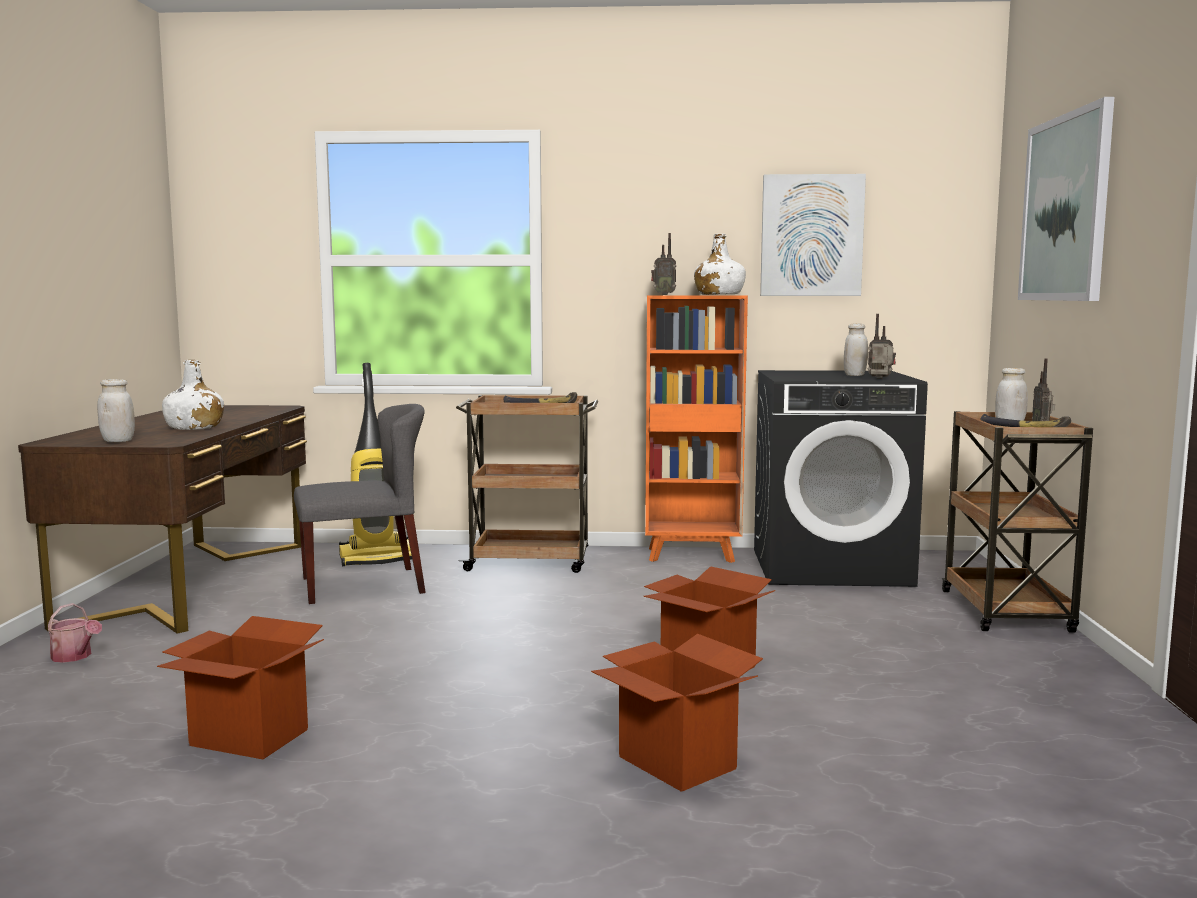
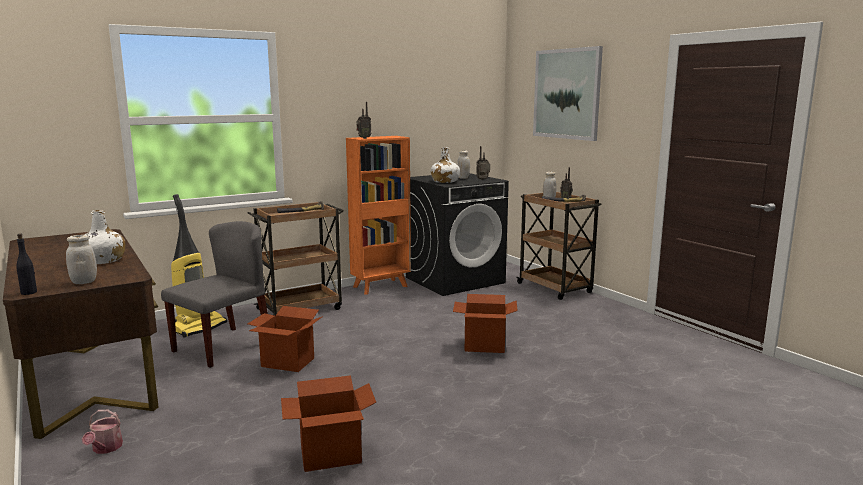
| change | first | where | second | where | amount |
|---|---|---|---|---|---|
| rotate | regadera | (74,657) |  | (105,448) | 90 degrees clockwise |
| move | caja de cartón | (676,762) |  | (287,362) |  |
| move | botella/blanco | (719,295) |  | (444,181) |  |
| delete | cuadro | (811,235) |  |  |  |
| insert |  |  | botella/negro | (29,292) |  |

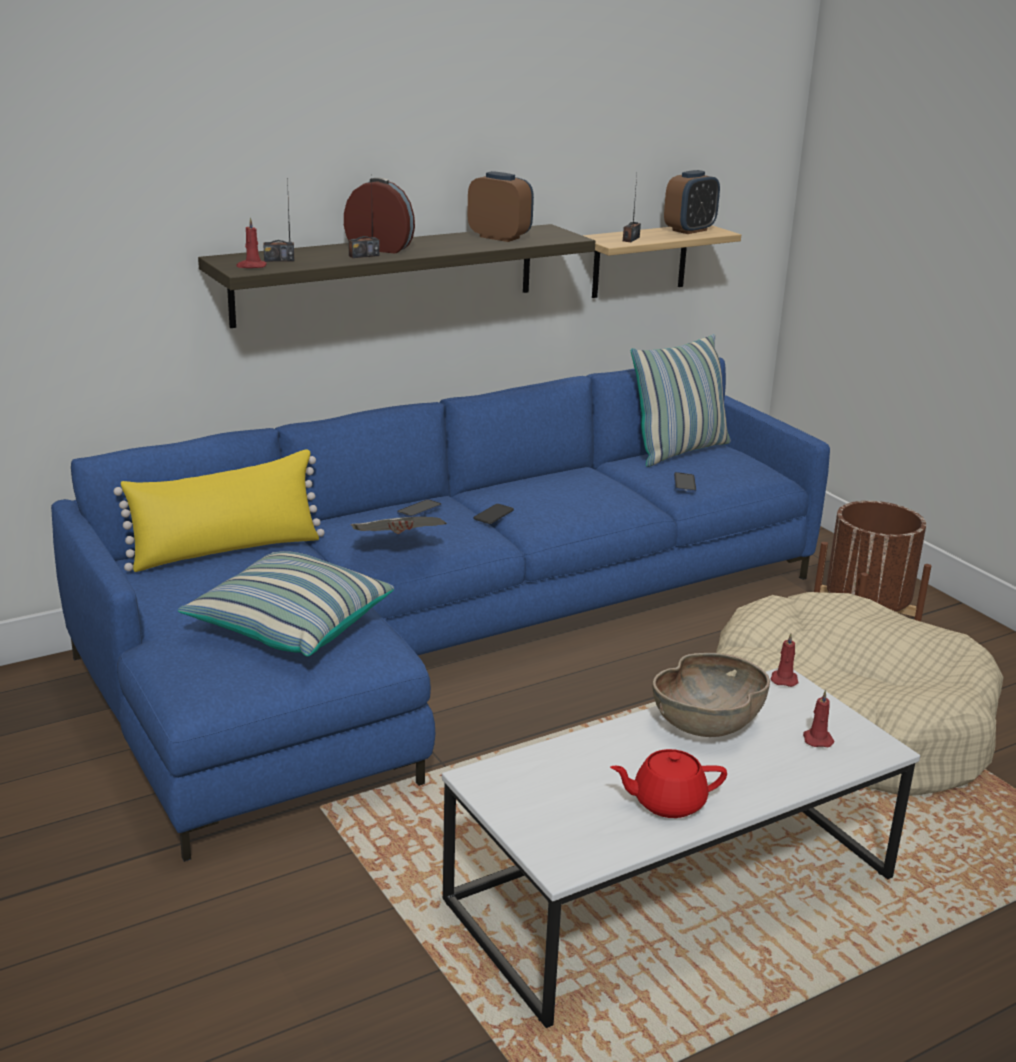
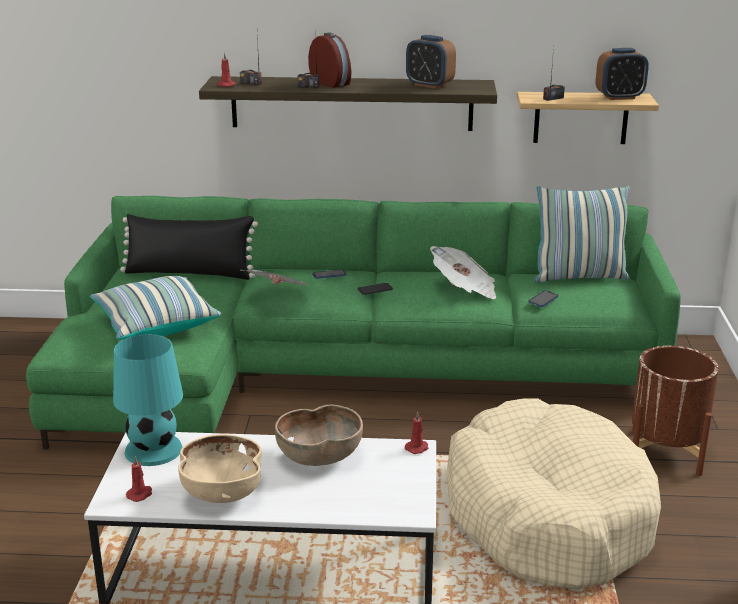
| change | first | where | second | where | amount |
|---|---|---|---|---|---|
| recolor | sofá/azul | (444,639) | sofá/verde | (338,373) |  |
| recolor | cojín/amarillo | (226,551) | cojín/negro | (189,273) |  |
| rotate | despertador | (499,237) |  | (429,85) | 150 degrees clockwise |
| replace | tetera/rojo | (667,802) | cuenco/beis | (222,492) |  |
| move | vela/rojo | (817,739) |  | (140,494) |  |
| insert |  |  | lámpara de mesa/turquesa | (153,449) |  |
| insert |  |  | periódico | (464,289) |  |

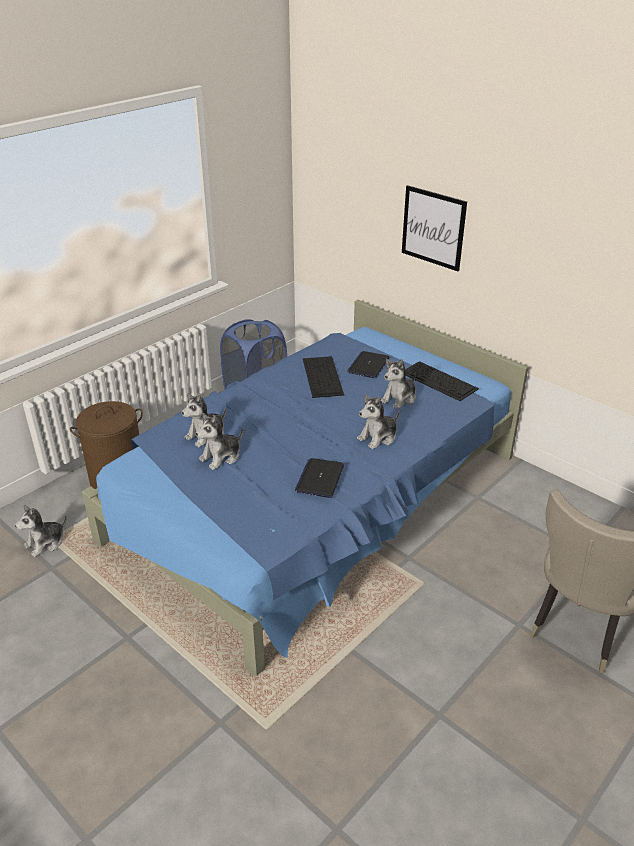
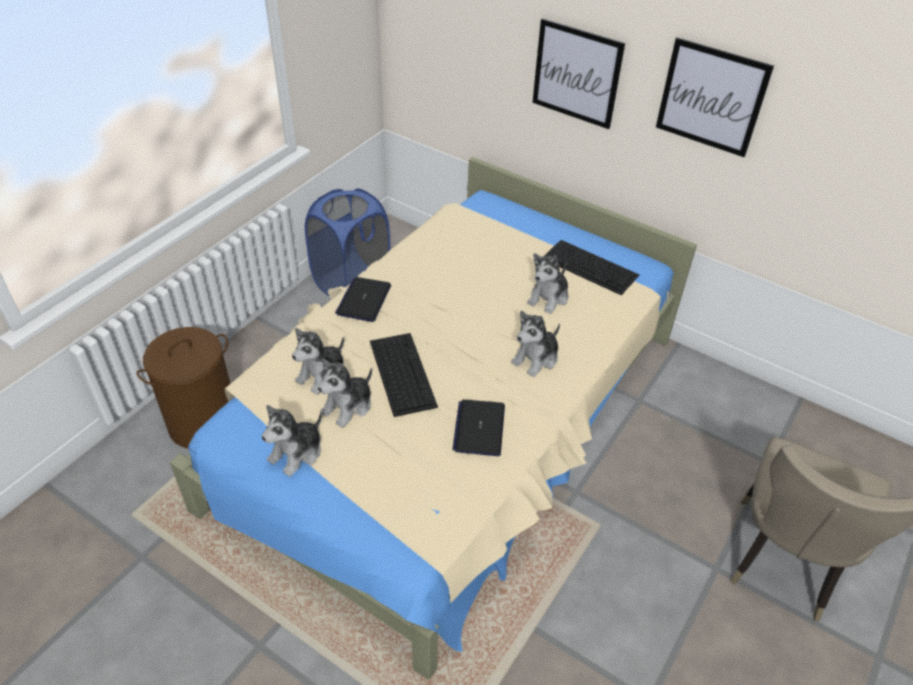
| change | first | where | second | where | amount |
|---|---|---|---|---|---|
| move | peluche | (45,543) |  | (297,453) |  |
| recolor | cama/azul | (314,499) | cama/beis | (450,421) |  |
| move | teclado | (322,376) |  | (401,372) |  |
| move | portátil | (368,365) |  | (364,300) |  |
| insert |  |  | cuadro | (711,97) |  |

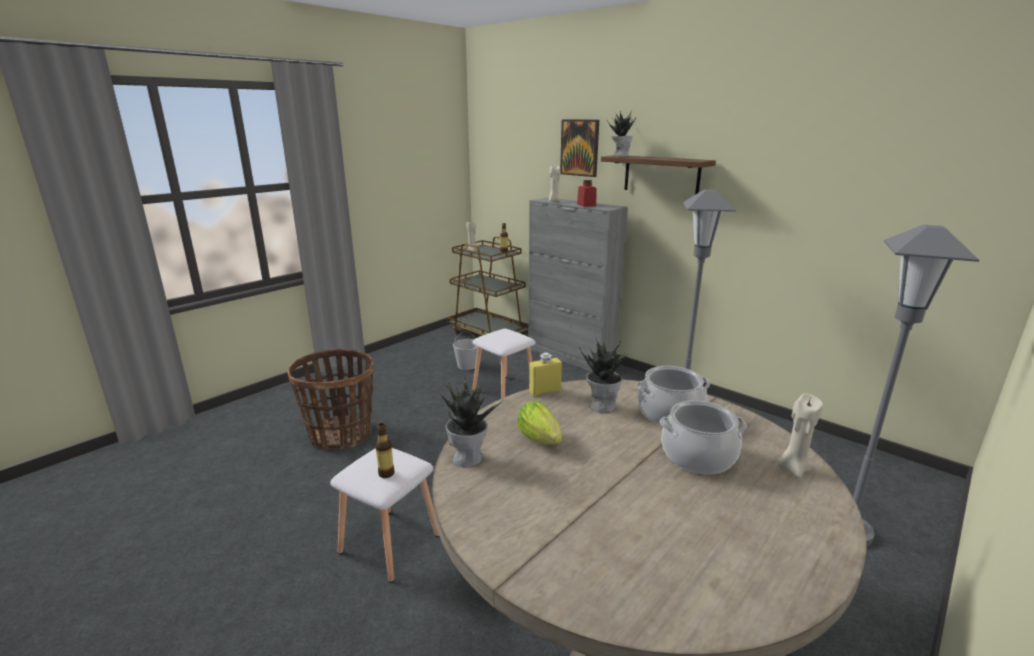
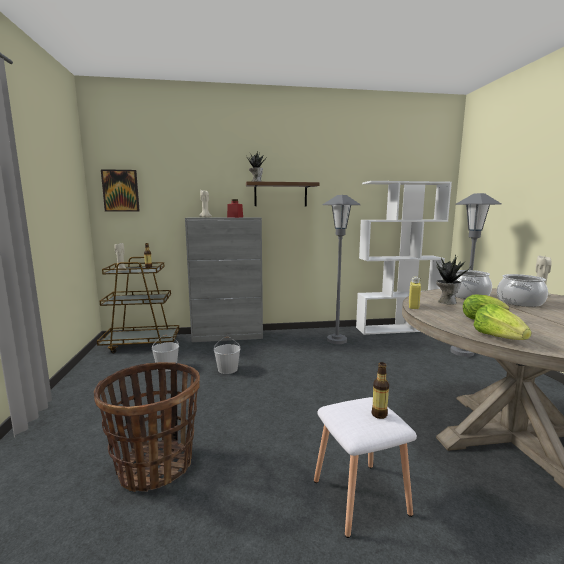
| change | first | where | second | where | amount |
|---|---|---|---|---|---|
| replace | planta en maceta | (468,457) | lechuga | (498,338) |  |
| replace | taburete/blanco | (505,391) | cubo/blanco | (228,369) |  |
| move | cuadro | (579,147) |  | (120,190) |  |
| insert |  |  | estantería/blanco | (396,329) |  |

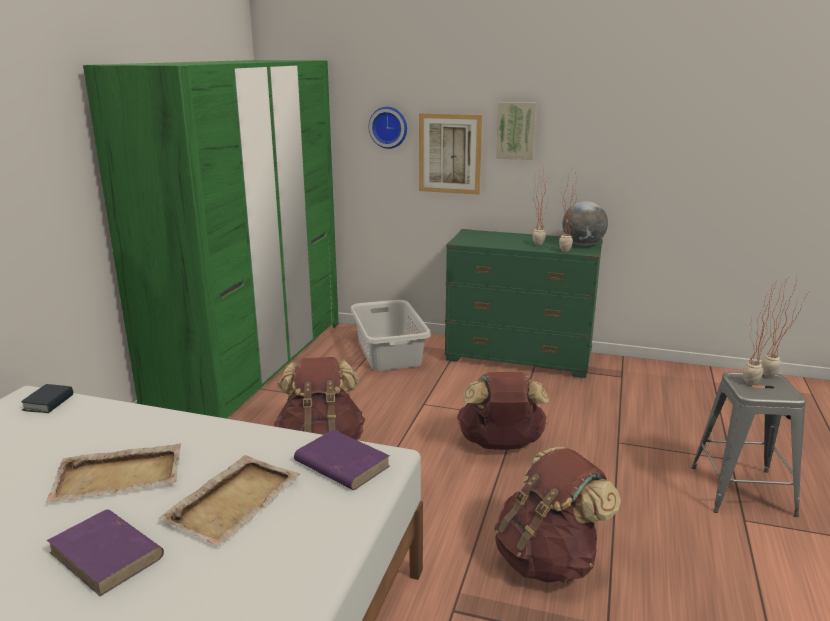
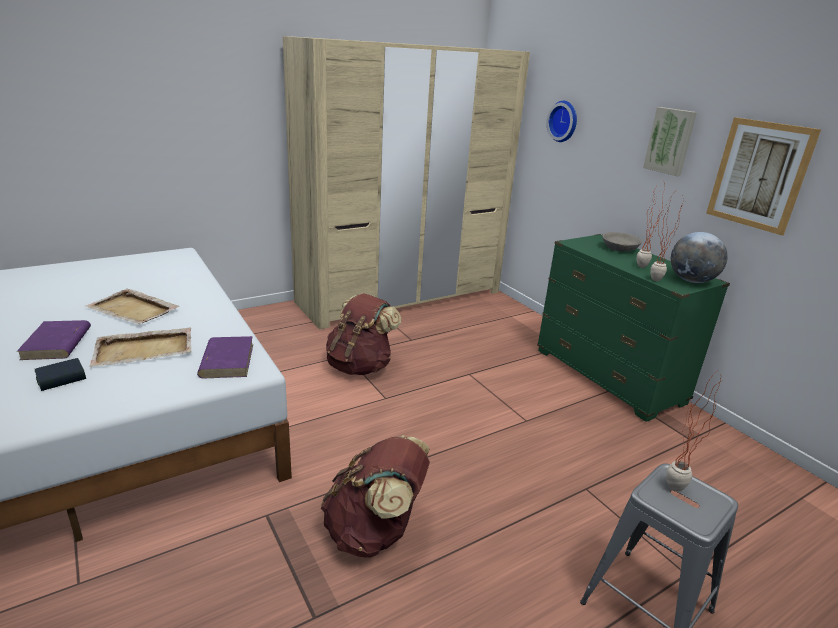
| change | first | where | second | where | amount |
|---|---|---|---|---|---|
| move | libro | (48,403) |  | (61,378) |  |
| recolor | armario ropero/verde | (254,364) | armario ropero/beis | (401,296) |  |
| delete | cesto de la ropa/gris | (389,352) |  |  |  |
| move | cuadro | (450,153) |  | (759,175) |  |
| delete | mochila/marrón | (500,445) |  |  |  |
| delete | planta en maceta | (774,378) |  |  |  |
| insert |  |  | cuenco/gris | (619,248) |  |

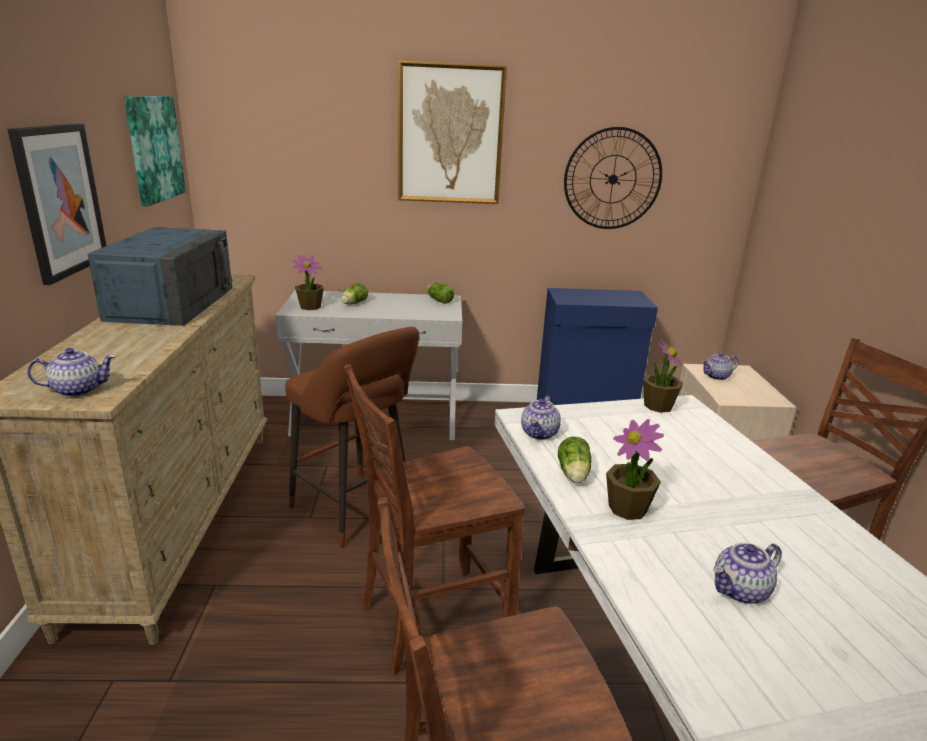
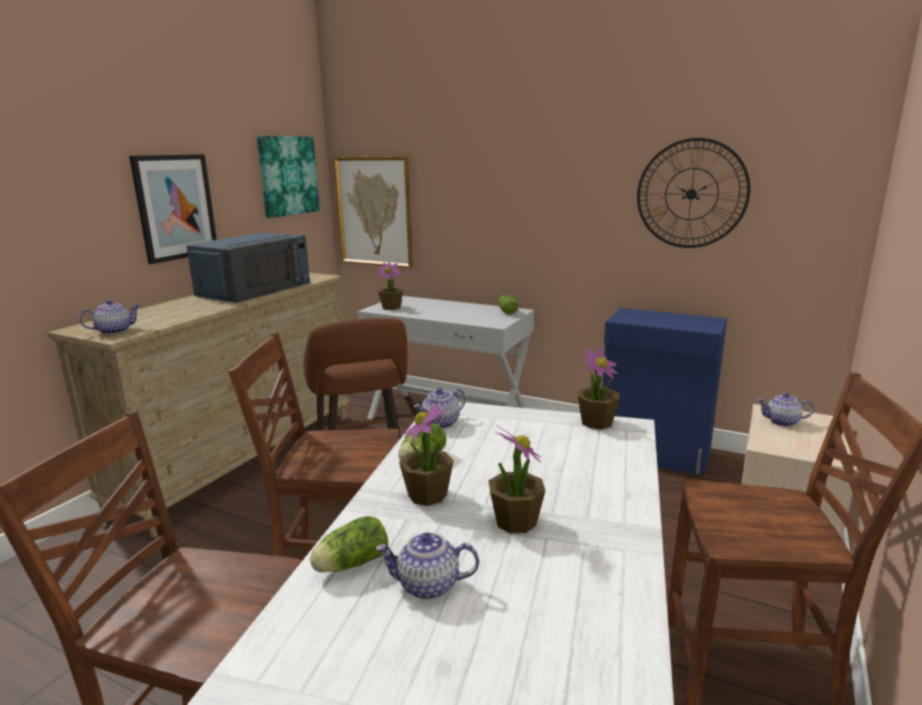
| change | first | where | second | where | amount |
|---|---|---|---|---|---|
| rotate | tetera | (78,390) |  | (114,331) | 45 degrees counterclockwise |
| move | lechuga | (353,303) |  | (349,564) |  |
| move | cuadro | (450,135) |  | (374,211) |  |
| insert |  |  | planta en maceta | (515,521) |  |

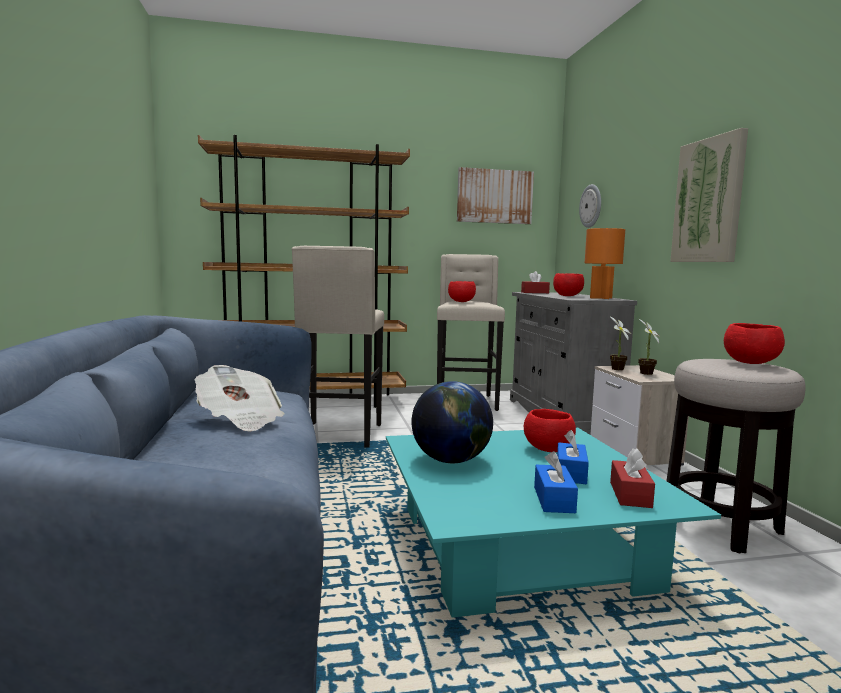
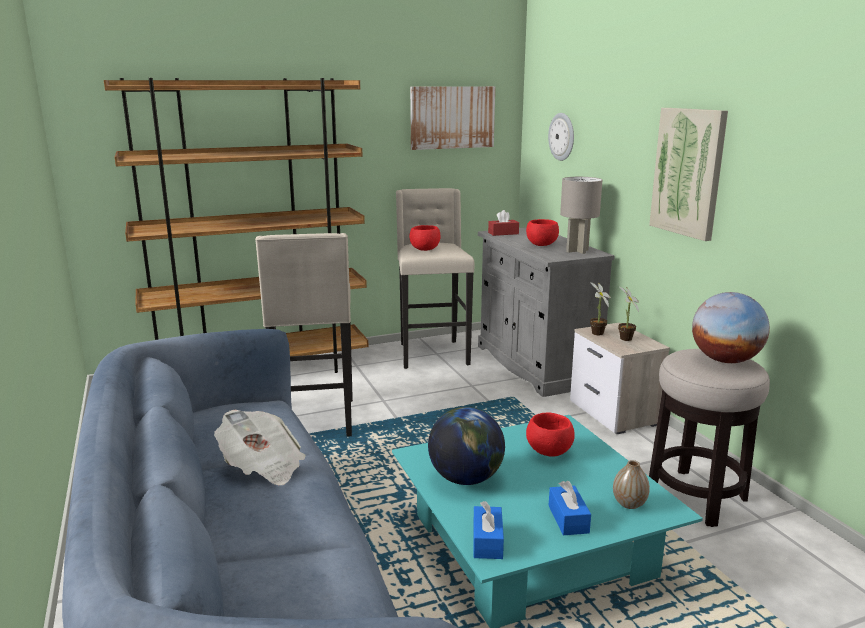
| change | first | where | second | where | amount |
|---|---|---|---|---|---|
| move | caja de pañuelos/azul | (571,473) |  | (487,541) |  |
| recolor | lámpara de mesa/naranja | (600,298) | lámpara de mesa/gris | (577,251) |  |
| replace | caja de pañuelos/rojo | (630,494) | florero | (629,504) |  |
| replace | cuenco/rojo | (750,363) | globo terráqueo | (725,360) |  |

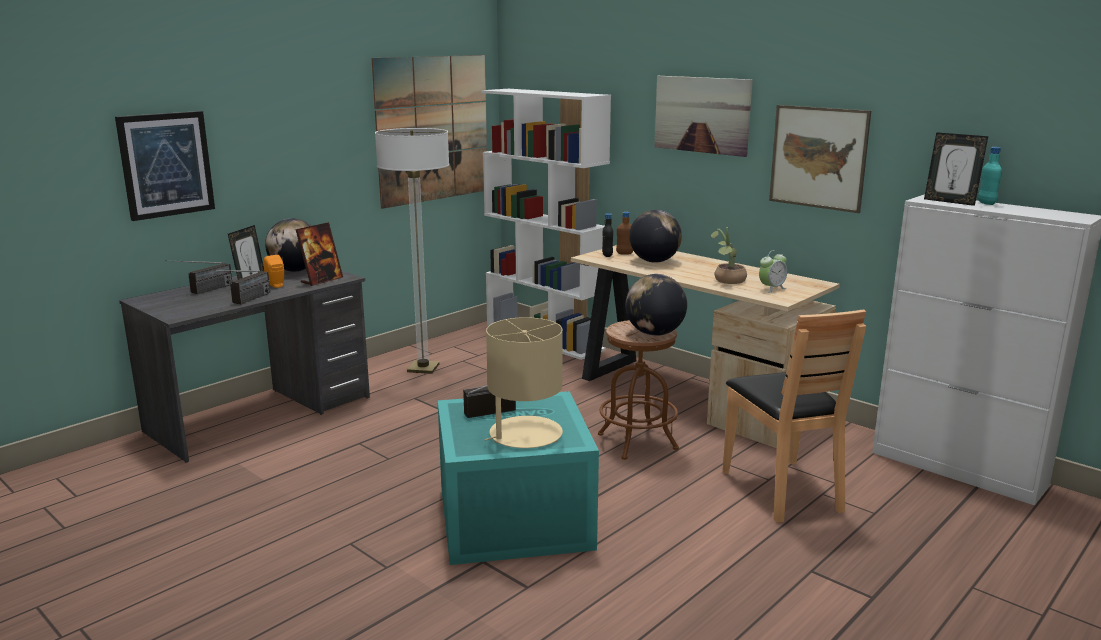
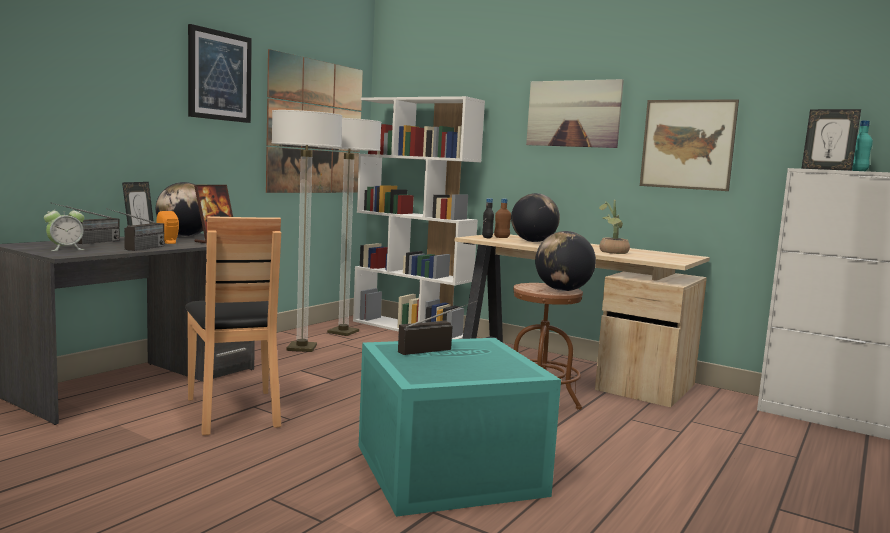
| change | first | where | second | where | amount |
|---|---|---|---|---|---|
| move | cuadro | (166,164) |  | (219,76) |  |
| delete | lámpara de mesa/beis | (524,434) |  |  |  |
| move | silla/marrón | (782,490) |  | (234,411) |  |
| move | despertador | (771,288) |  | (65,249) |  |
| insert |  |  | lámpara de pie | (343,332) |  |

